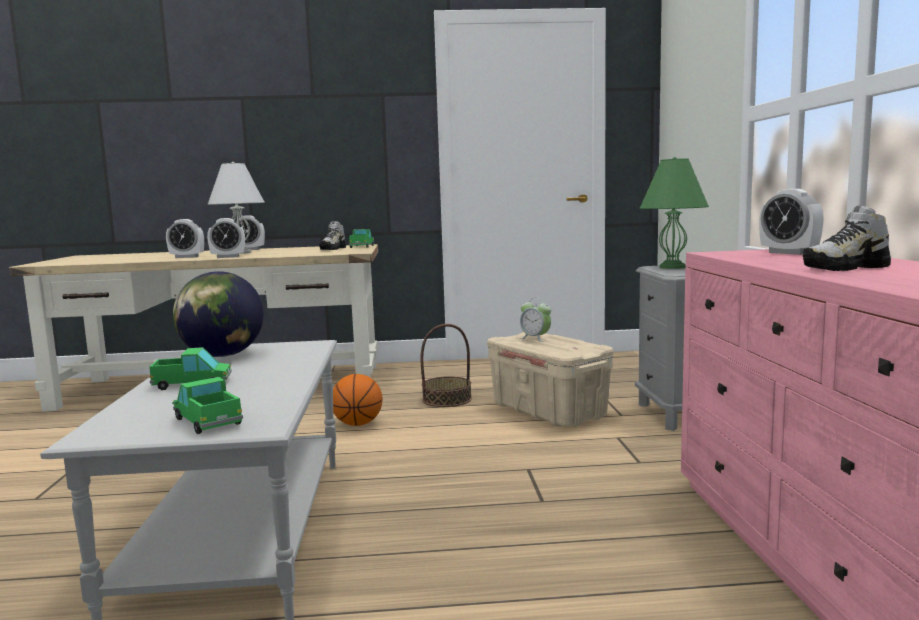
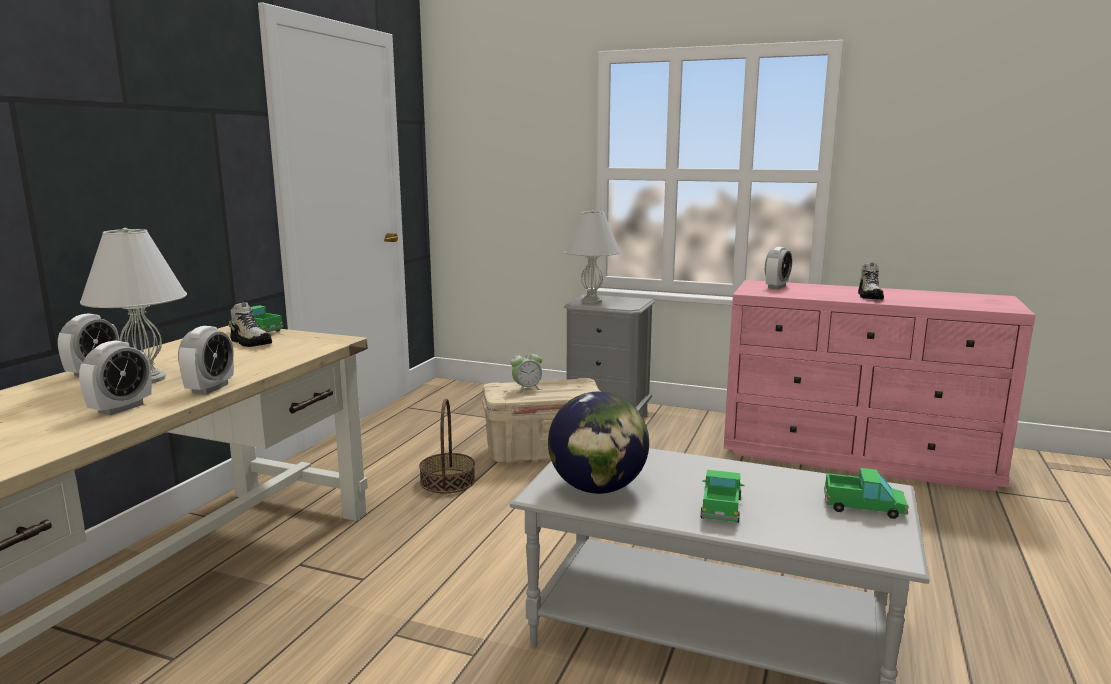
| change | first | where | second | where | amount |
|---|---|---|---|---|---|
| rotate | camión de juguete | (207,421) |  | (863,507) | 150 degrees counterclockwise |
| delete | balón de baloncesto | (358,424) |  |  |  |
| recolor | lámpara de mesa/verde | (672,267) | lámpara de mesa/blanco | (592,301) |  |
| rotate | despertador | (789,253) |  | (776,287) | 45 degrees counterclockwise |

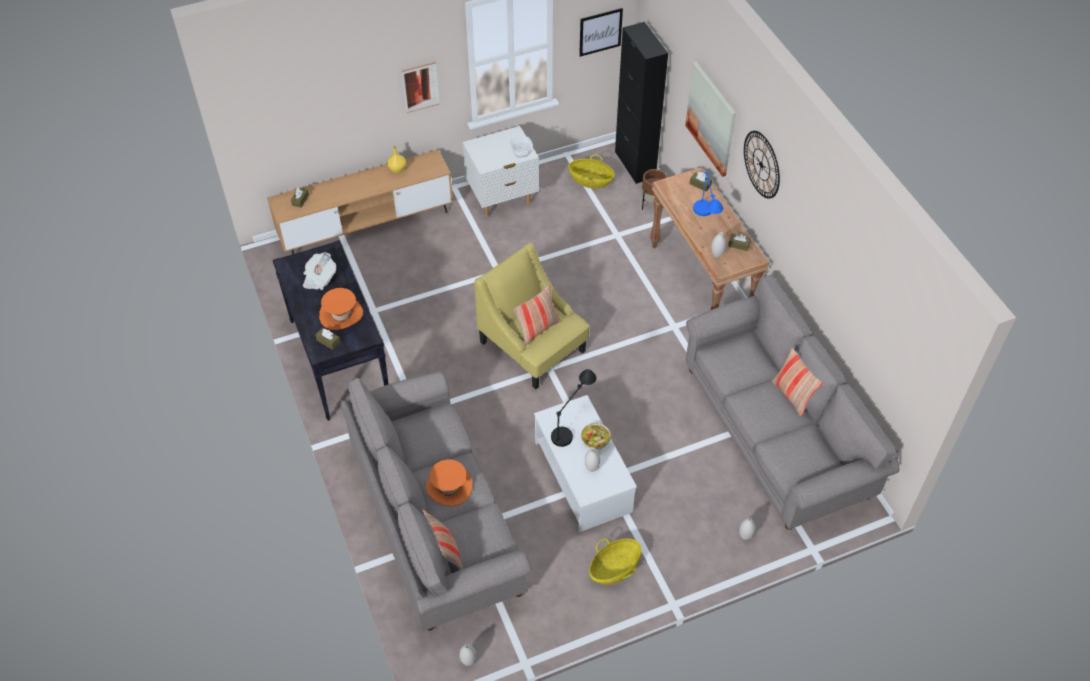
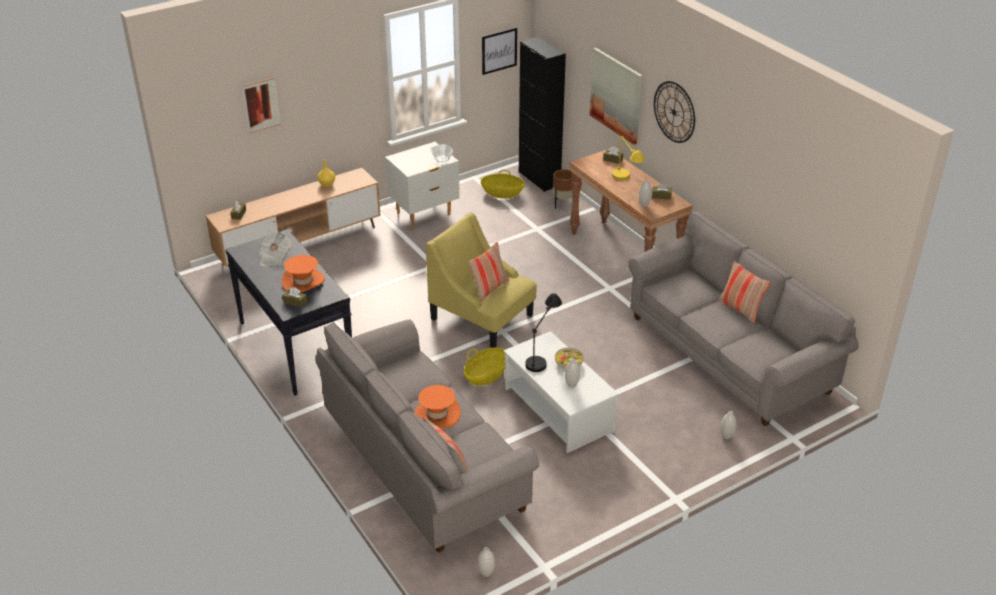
| change | first | where | second | where | amount |
|---|---|---|---|---|---|
| move | cuadro | (420,87) |  | (261,105) |  |
| move | cesta | (614,568) |  | (486,375) |  |
| recolor | lámpara de mesa/azul | (705,221) | lámpara de mesa/amarillo | (626,183) |  |

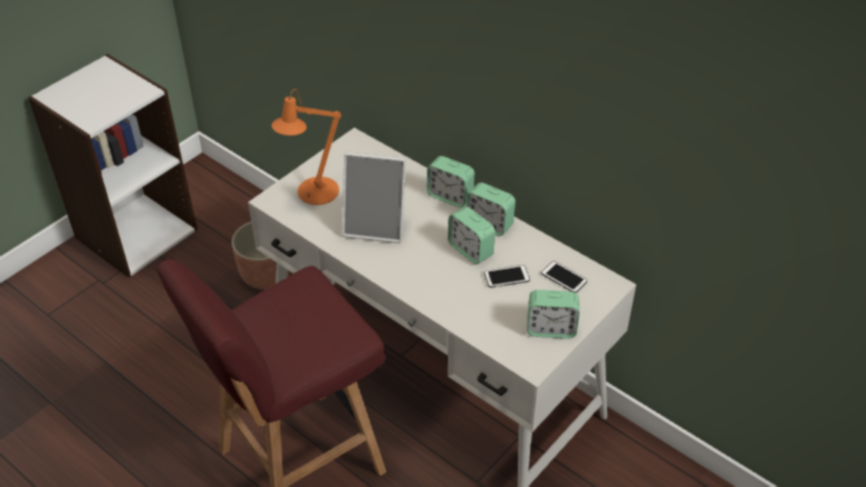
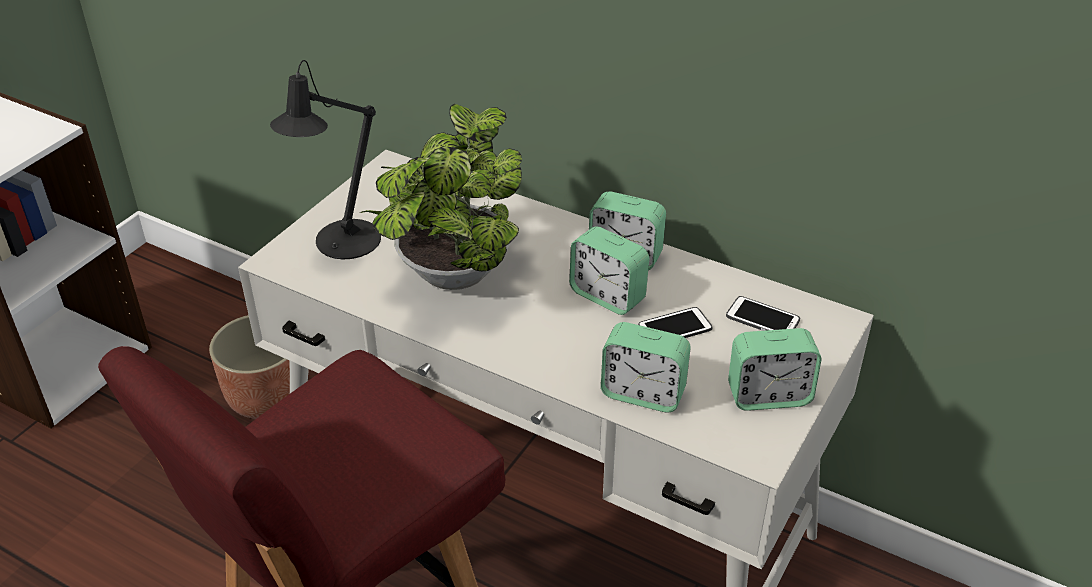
| change | first | where | second | where | amount |
|---|---|---|---|---|---|
| recolor | lámpara de mesa/naranja | (313,194) | lámpara de mesa/negro | (341,244) |  |
| replace | portarretratos | (376,226) | planta en maceta | (451,278) |  |
| move | despertador | (450,196) |  | (643,393) |  |

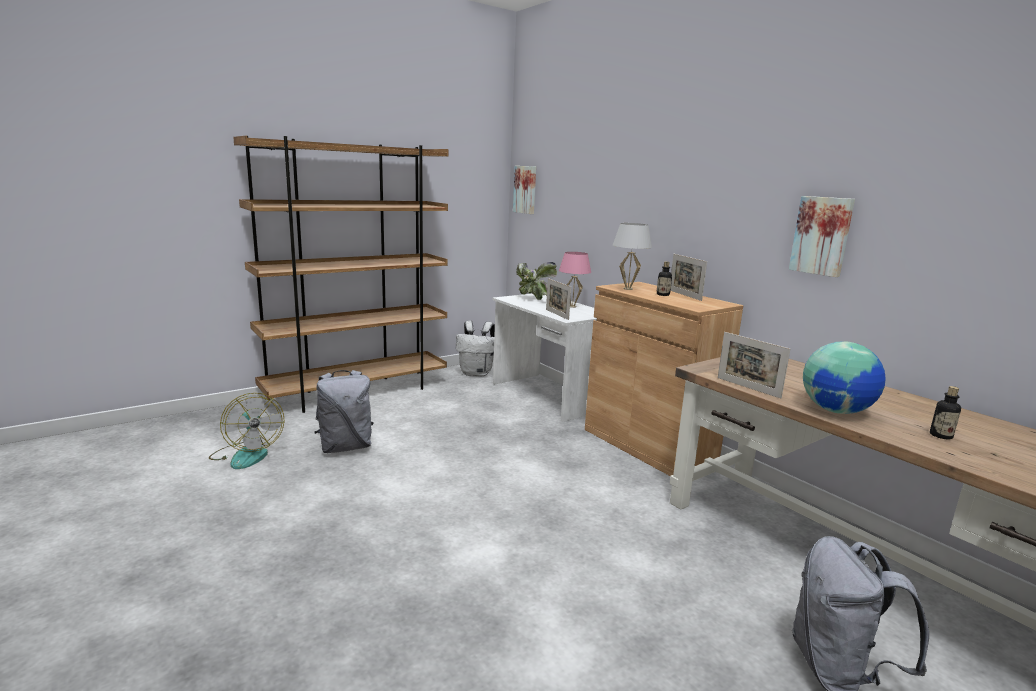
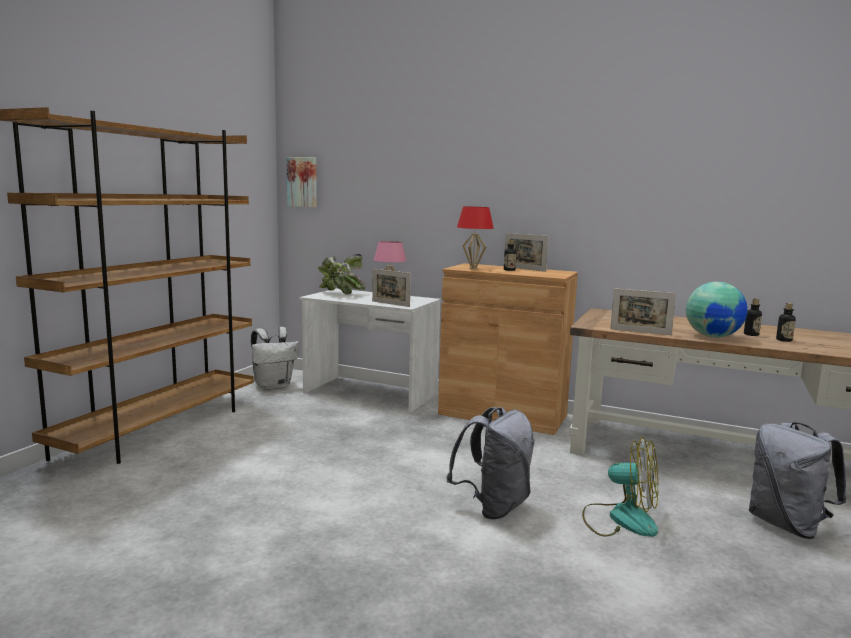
| change | first | where | second | where | amount |
|---|---|---|---|---|---|
| move | ventilador | (247,454) |  | (620,519) |  |
| move | mochila/gris | (345,447) |  | (493,507) |  |
| recolor | lámpara de mesa/blanco | (628,289) | lámpara de mesa/rojo | (473,268) |  |
| delete | cuadro | (822,235) |  |  |  |
| insert |  |  | botella | (751,334) |  |

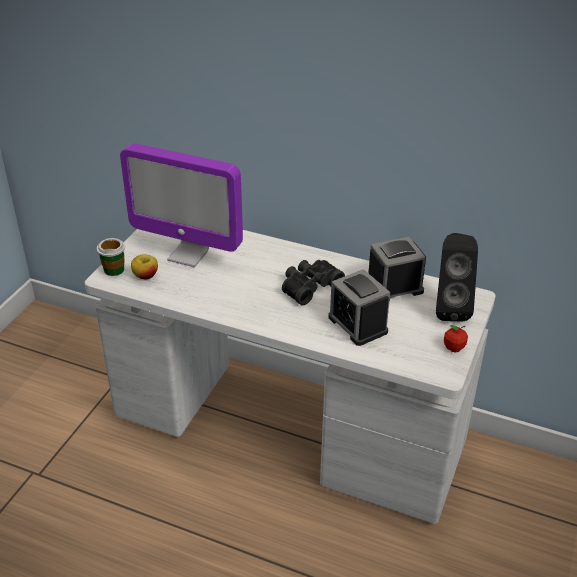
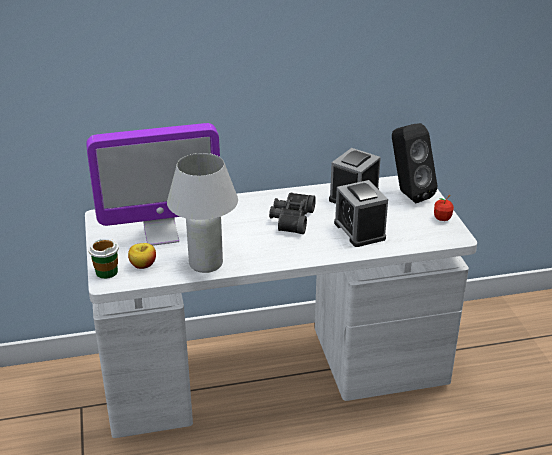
| change | first | where | second | where | amount |
|---|---|---|---|---|---|
| rotate | despertador | (357,324) |  | (359,230) | 45 degrees clockwise |
| insert |  |  | lámpara de mesa/blanco | (206,264) |  |

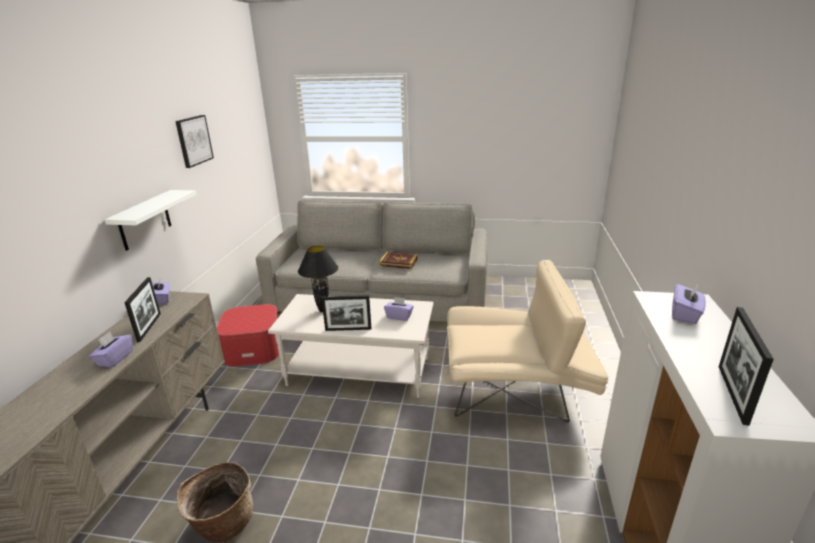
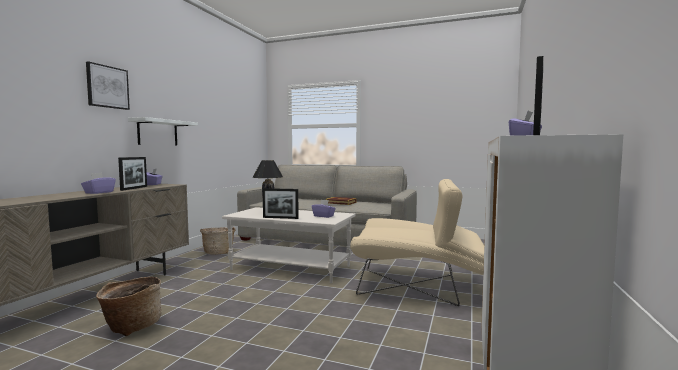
| change | first | where | second | where | amount |
|---|---|---|---|---|---|
| move | cuadro | (193,140) |  | (107,87) |  |
| replace | puf | (253,349) | cesta | (219,253) |  |

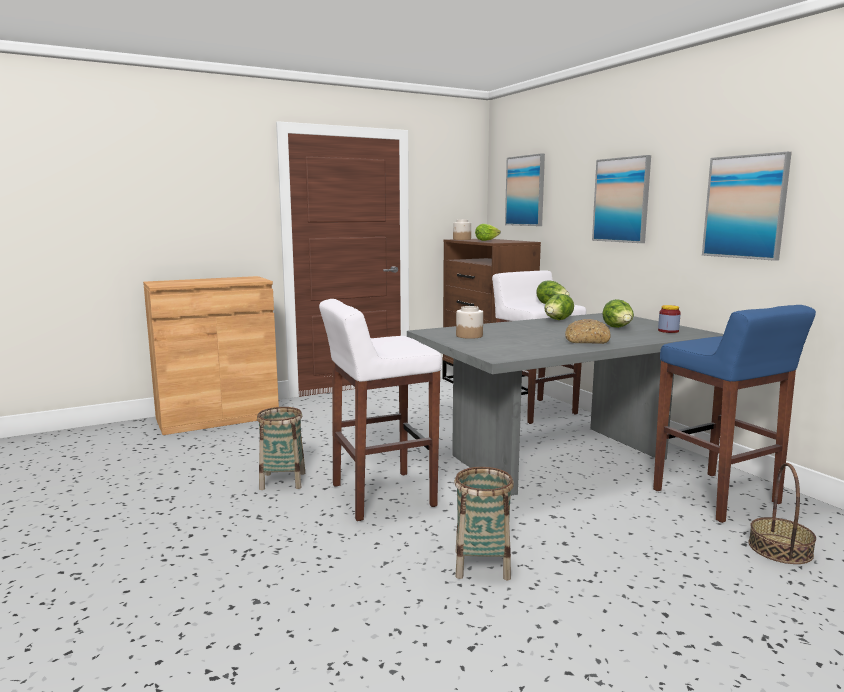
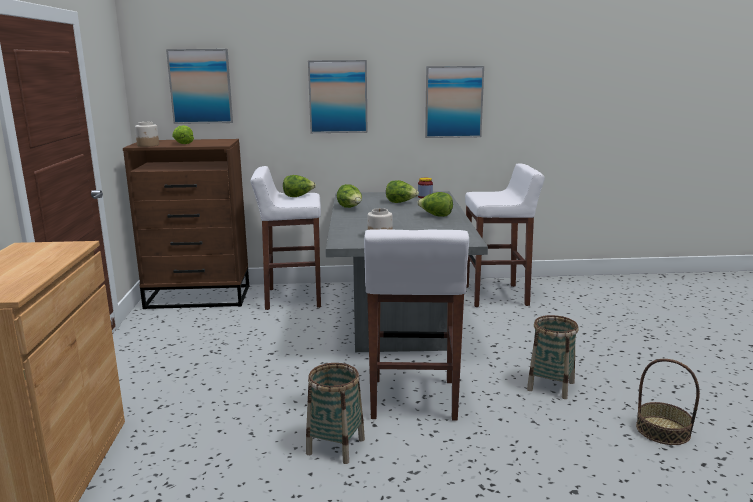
| change | first | where | second | where | amount |
|---|---|---|---|---|---|
| replace | pan | (586,341) | lechuga | (435,216) |  |
| recolor | taburete/azul | (717,497) | taburete/blanco | (497,296) |  |
| move | cesta | (780,549) |  | (663,430) |  |

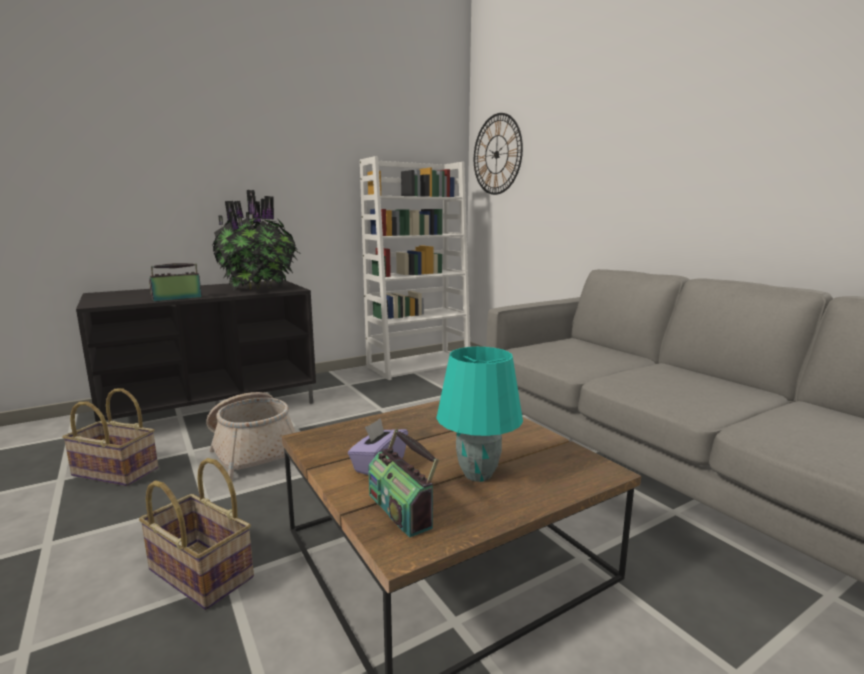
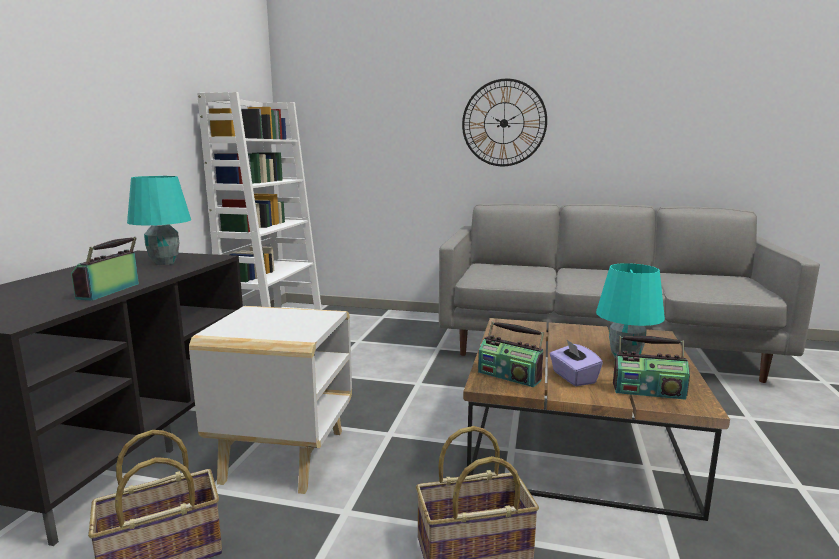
| change | first | where | second | where | amount |
|---|---|---|---|---|---|
| replace | cesta | (253,450) | mesa auxiliar/blanco | (285,454) |  |
| replace | planta en maceta | (260,288) | lámpara de mesa/turquesa | (165,263) |  |
| move | reloj de pared | (496,154) |  | (504,123) |  |
| insert |  |  | radio | (509,375) |  |

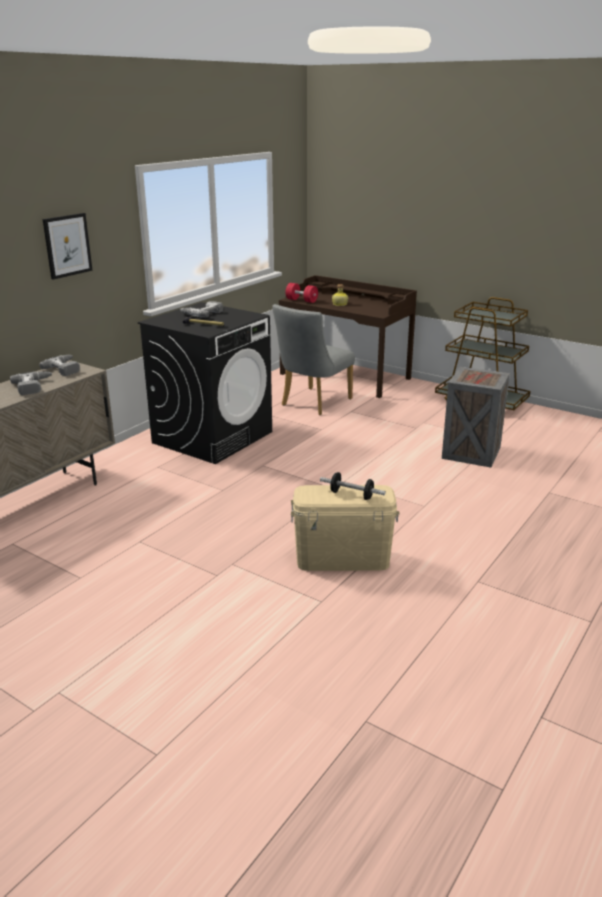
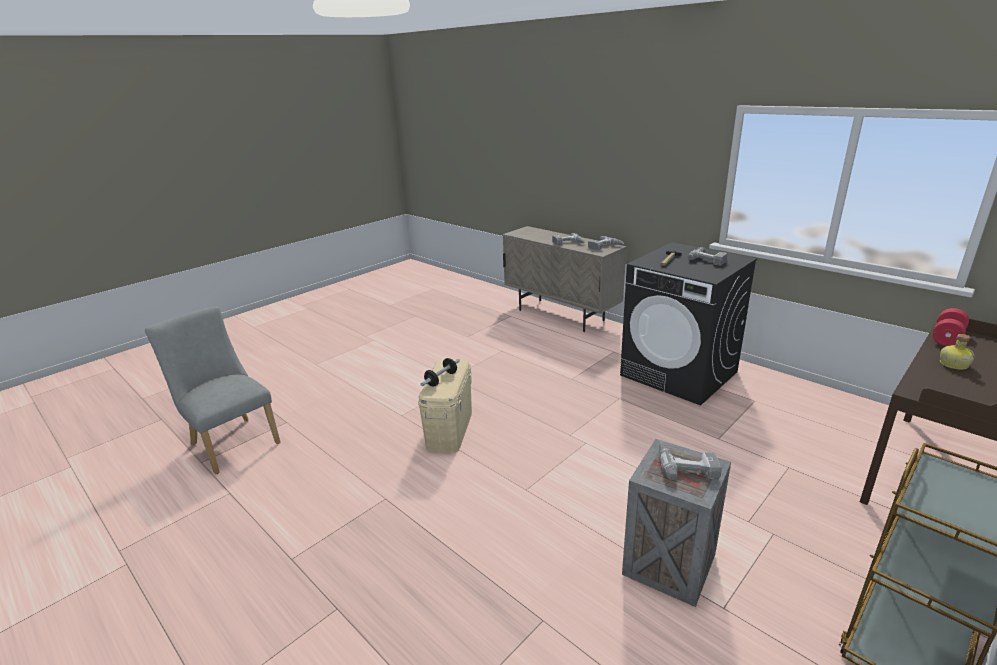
| change | first | where | second | where | amount |
|---|---|---|---|---|---|
| delete | cuadro | (67,245) |  |  |  |
| move | silla/gris | (313,403) |  | (231,441) |  |
| insert |  |  | taladro | (686,465) |  |

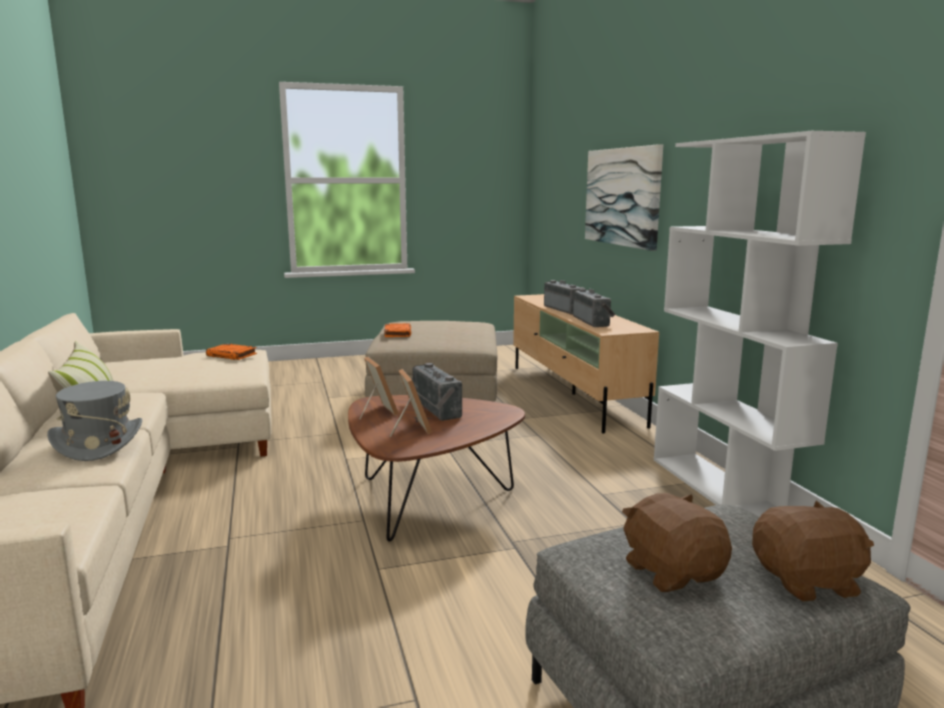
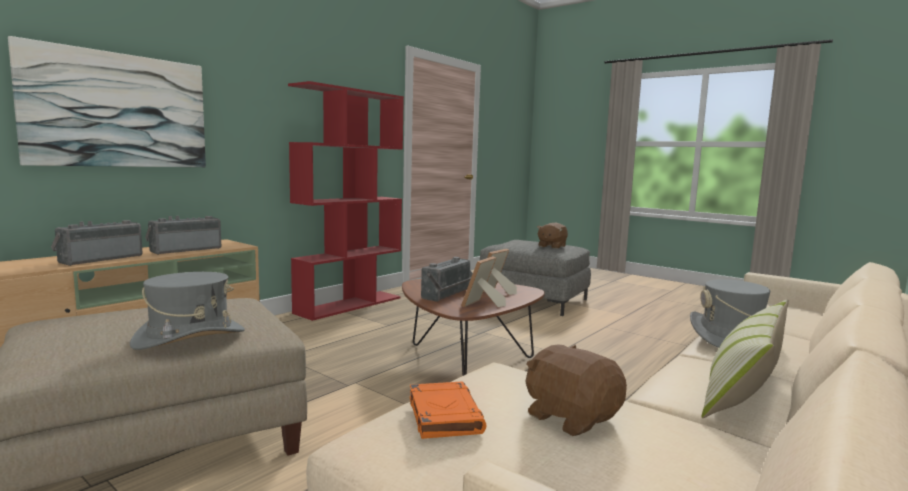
| change | first | where | second | where | amount |
|---|---|---|---|---|---|
| replace | libro/naranja | (397,333) | sombrero/gris | (190,337) |  |
| recolor | estantería/blanco | (725,492) | estantería/rojo | (349,305) |  |
| move | peluche/marrón | (808,581) |  | (571,417) |  |

